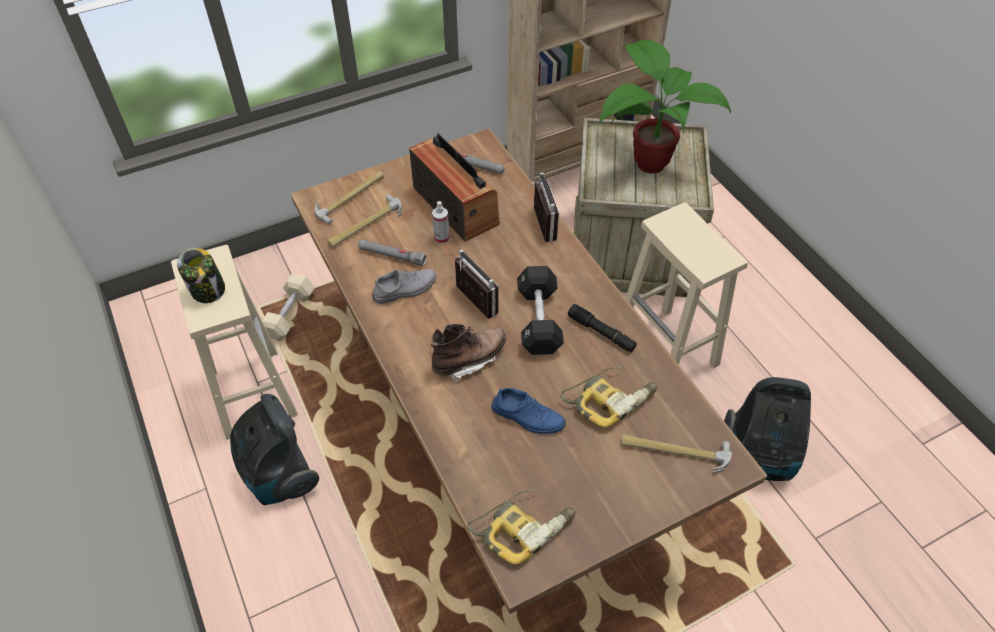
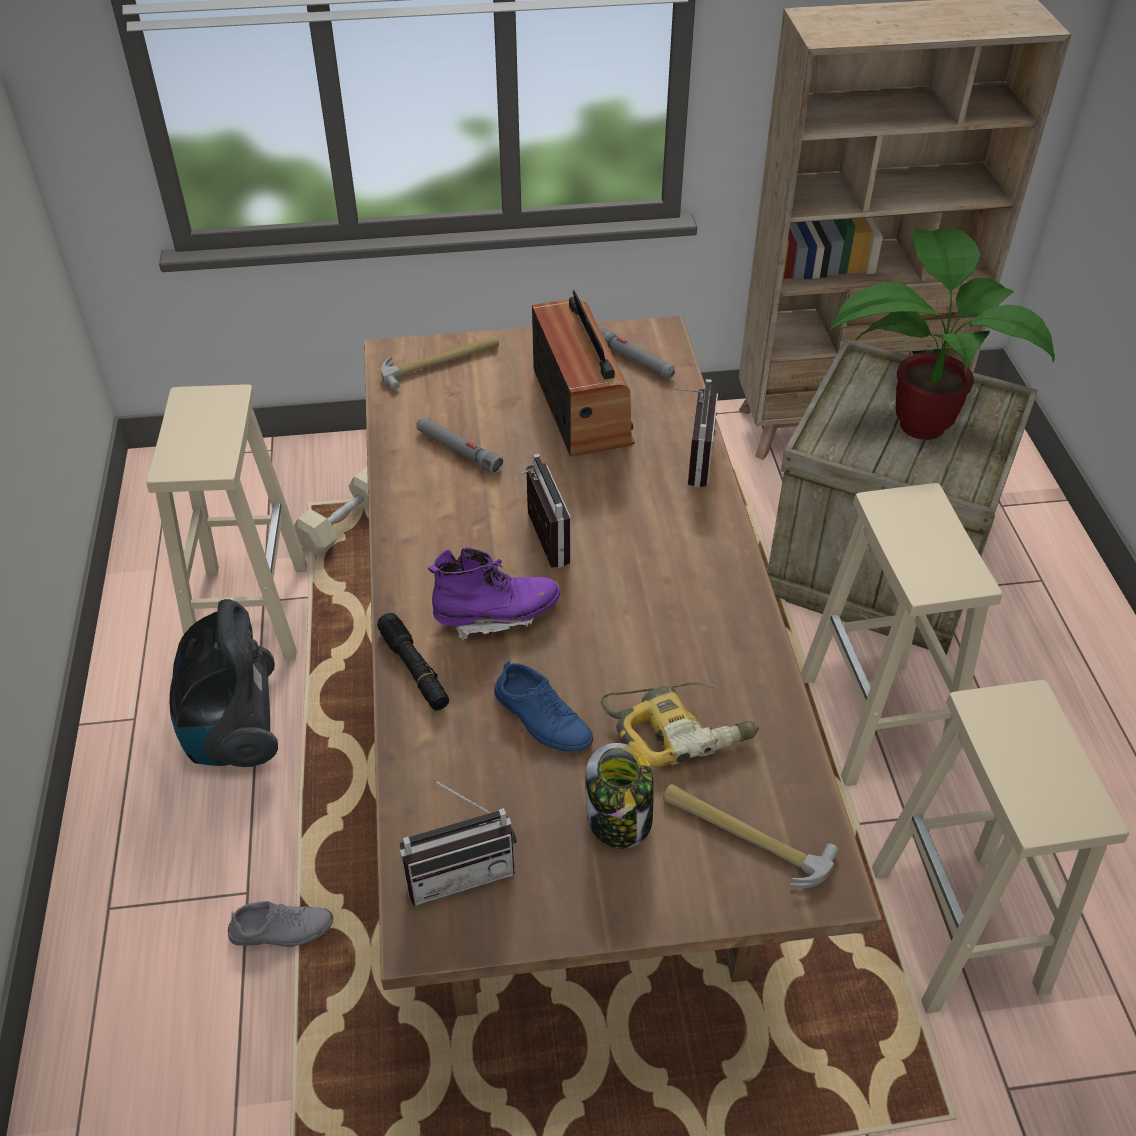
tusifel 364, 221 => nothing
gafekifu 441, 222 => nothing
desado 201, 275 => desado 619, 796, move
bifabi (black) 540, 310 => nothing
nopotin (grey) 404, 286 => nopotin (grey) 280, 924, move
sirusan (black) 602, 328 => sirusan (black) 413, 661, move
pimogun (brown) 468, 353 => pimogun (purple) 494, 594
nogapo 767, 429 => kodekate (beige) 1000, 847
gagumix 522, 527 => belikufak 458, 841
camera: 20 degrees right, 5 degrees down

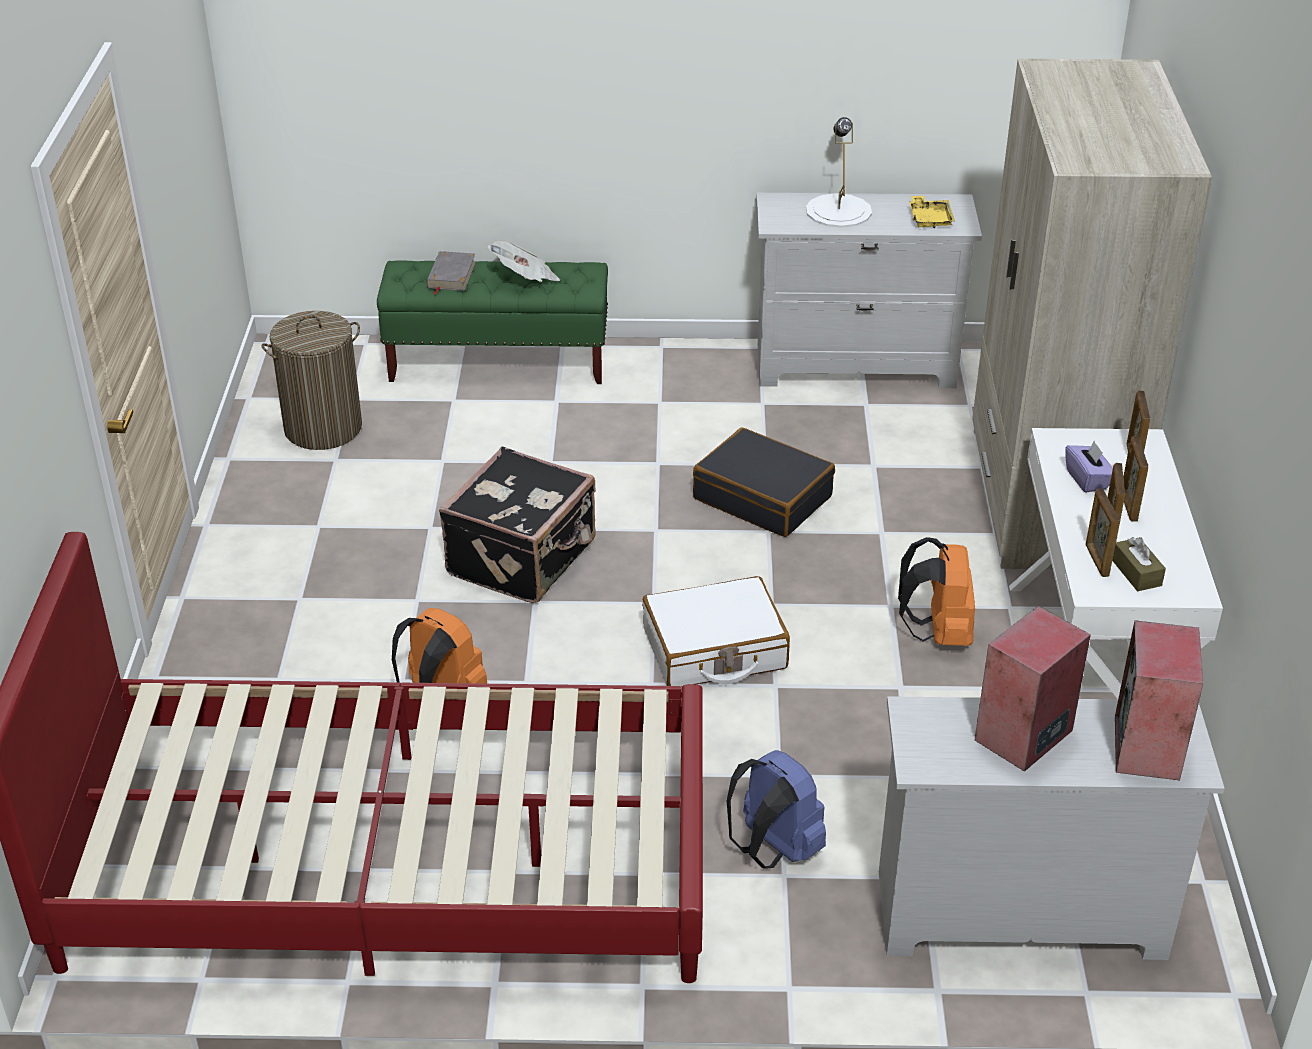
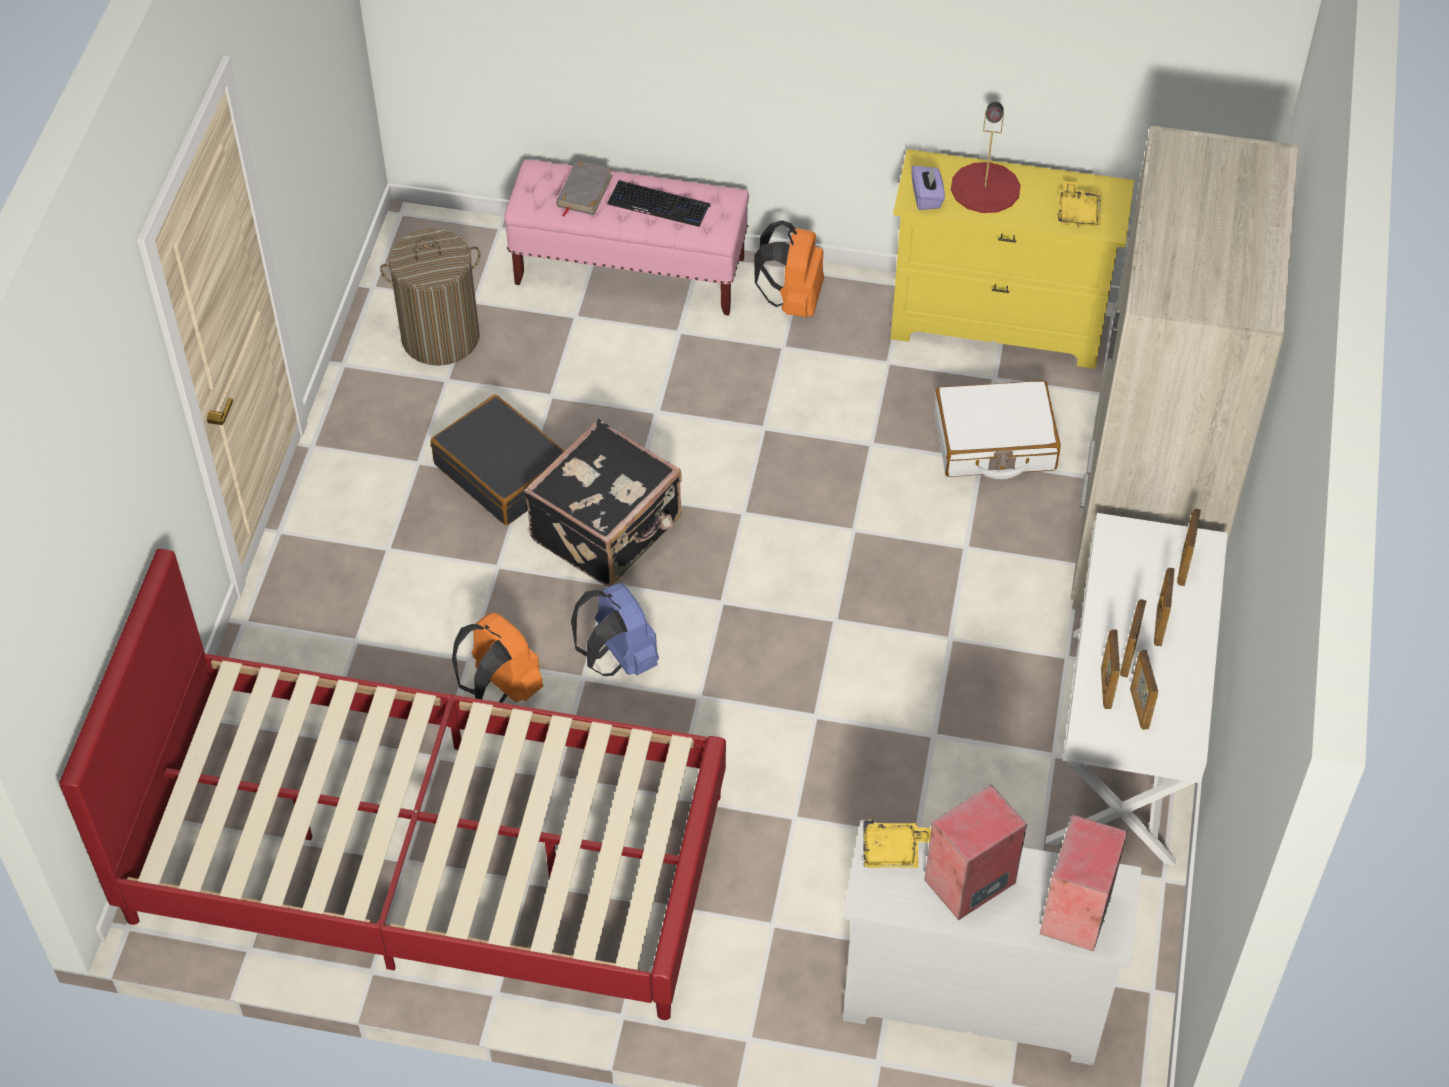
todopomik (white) 839, 172 => todopomik (red) 986, 157
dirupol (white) 869, 290 => dirupol (yellow) 1012, 259
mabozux 523, 261 => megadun 659, 203
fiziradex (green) 492, 322 => fiziradex (pink) 626, 237
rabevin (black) 764, 482 => rabevin (black) 497, 459, move
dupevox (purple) 1089, 467 => dupevox (purple) 928, 187, move
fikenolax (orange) 936, 591 => fikenolax (orange) 789, 268, move
dupevox (brown) 1139, 564 => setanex 1144, 690
rabevin (white) 716, 631 => rabevin (white) 997, 429, move
fikenolax (blue) 776, 809 => fikenolax (blue) 615, 629, move
nothing => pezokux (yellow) 897, 844
camera: 10 degrees right, 15 degrees up

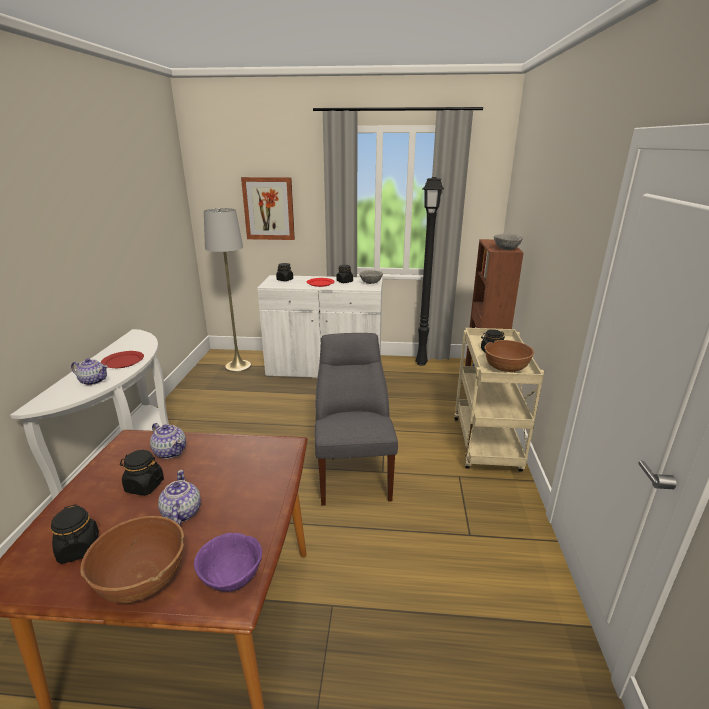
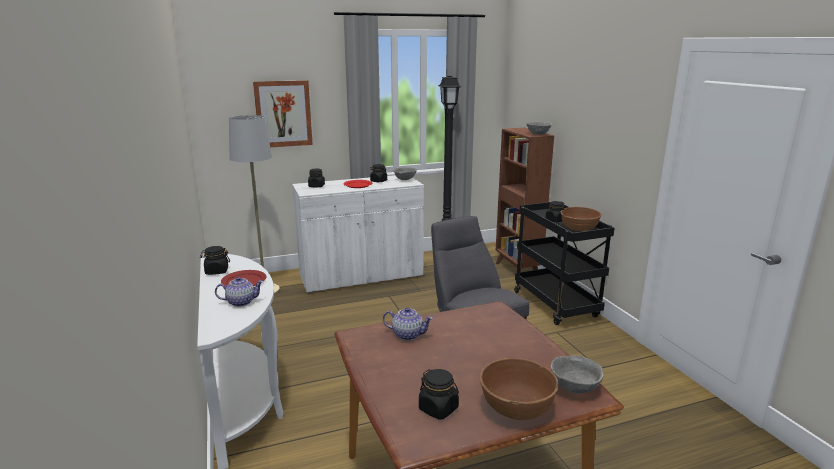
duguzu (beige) 499, 400 => duguzu (black) 564, 263
desado (black) 142, 472 => desado (black) 215, 260, move
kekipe 179, 497 => nothing
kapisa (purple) 228, 562 => kapisa (grey) 577, 374
camera: 25 degrees left, 5 degrees down

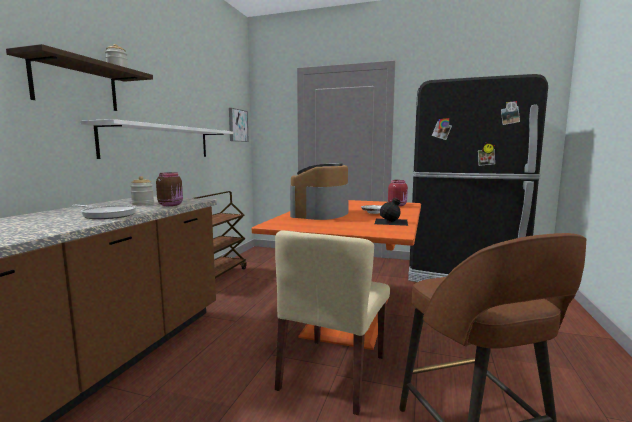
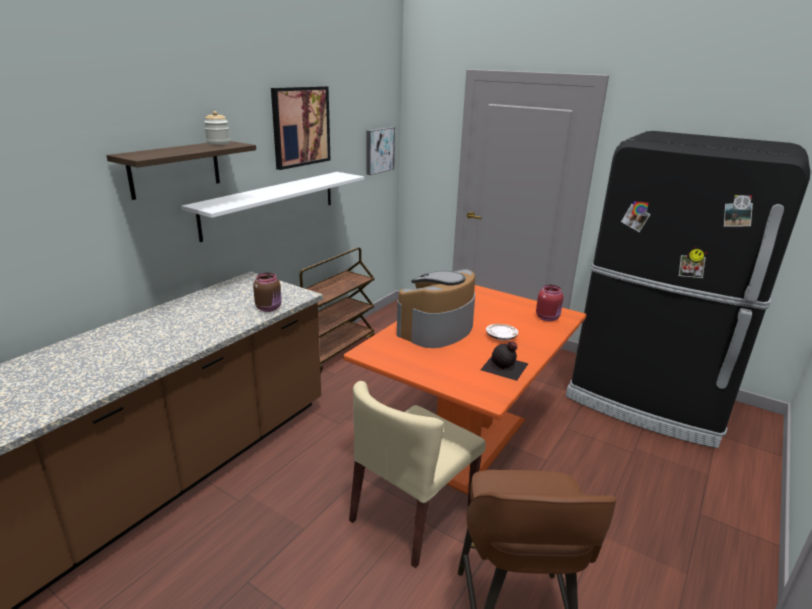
desado 142, 190 => nothing
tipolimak 104, 212 => nothing
nothing => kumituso 300, 128
camera: 15 degrees right, 15 degrees up

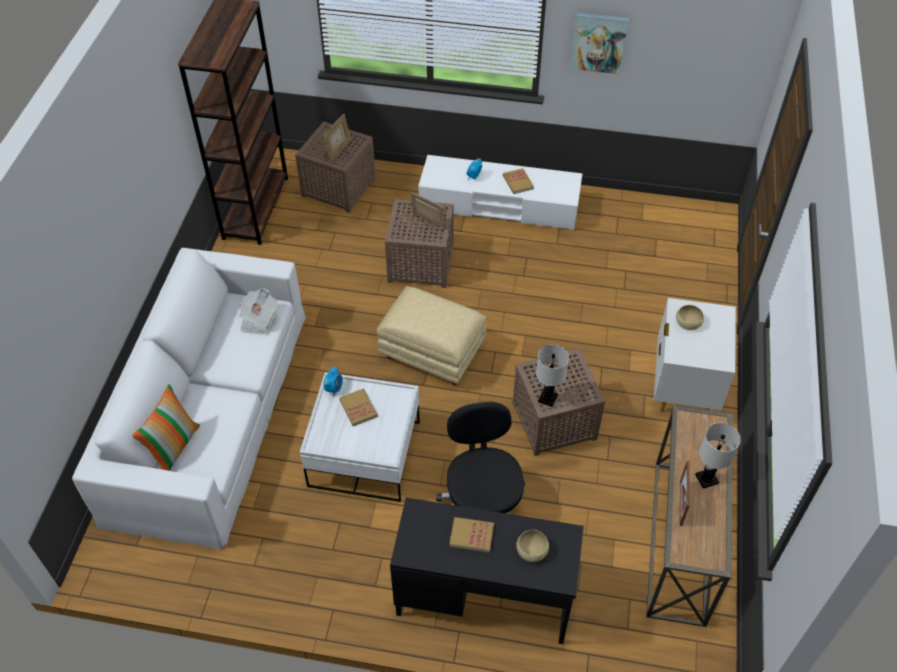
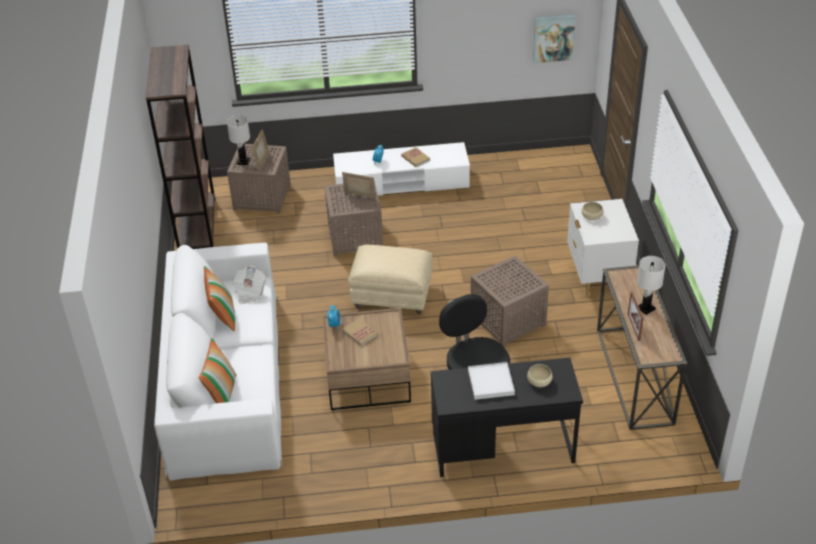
kumituso 599, 43 => kumituso 554, 38, move
todopomik (white) 552, 375 => todopomik (white) 238, 140, move
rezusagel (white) 360, 437 => rezusagel (brown) 366, 359
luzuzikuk 471, 535 => pezokux (white) 491, 381
nothing => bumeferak 219, 299
camera: 15 degrees left, 10 degrees down

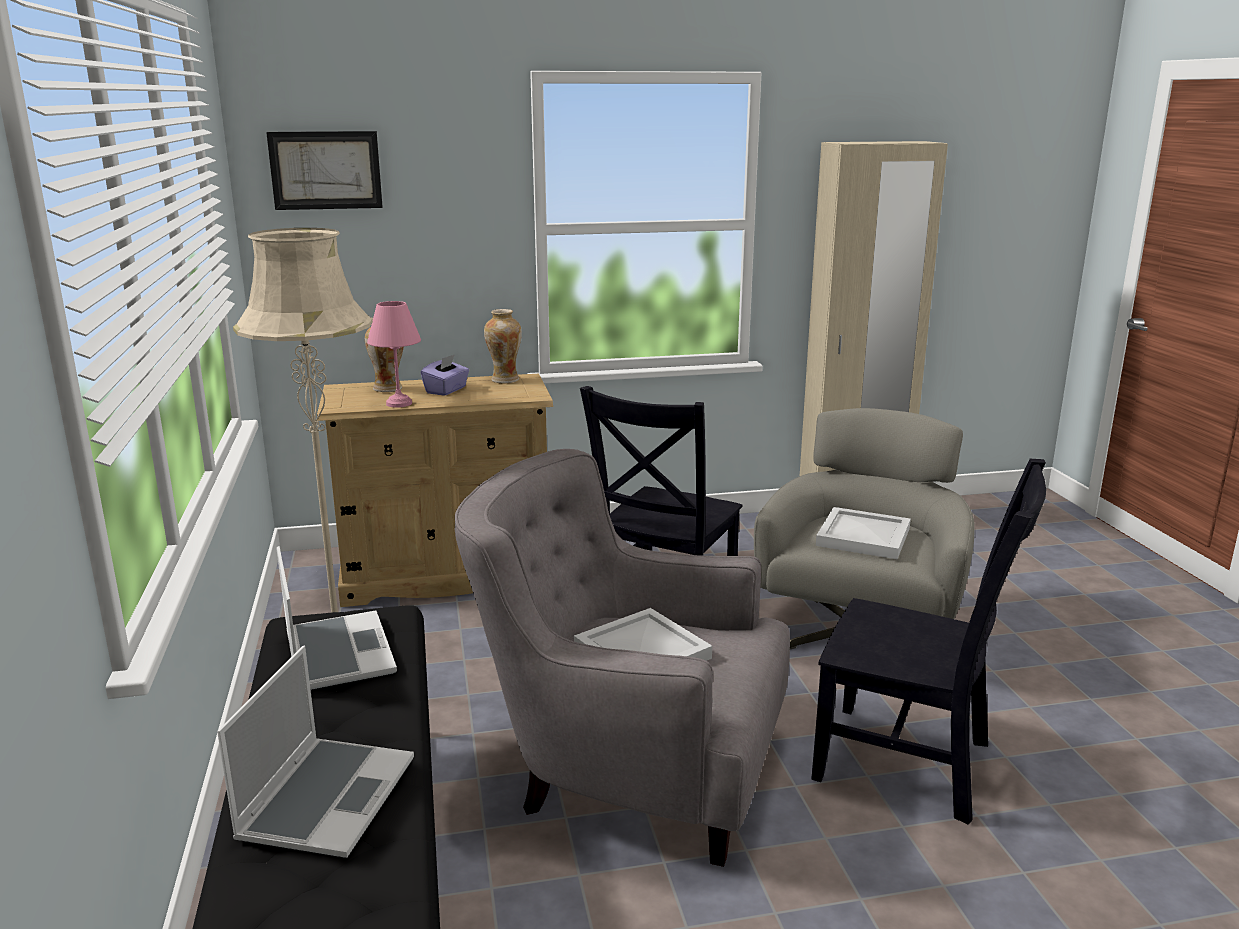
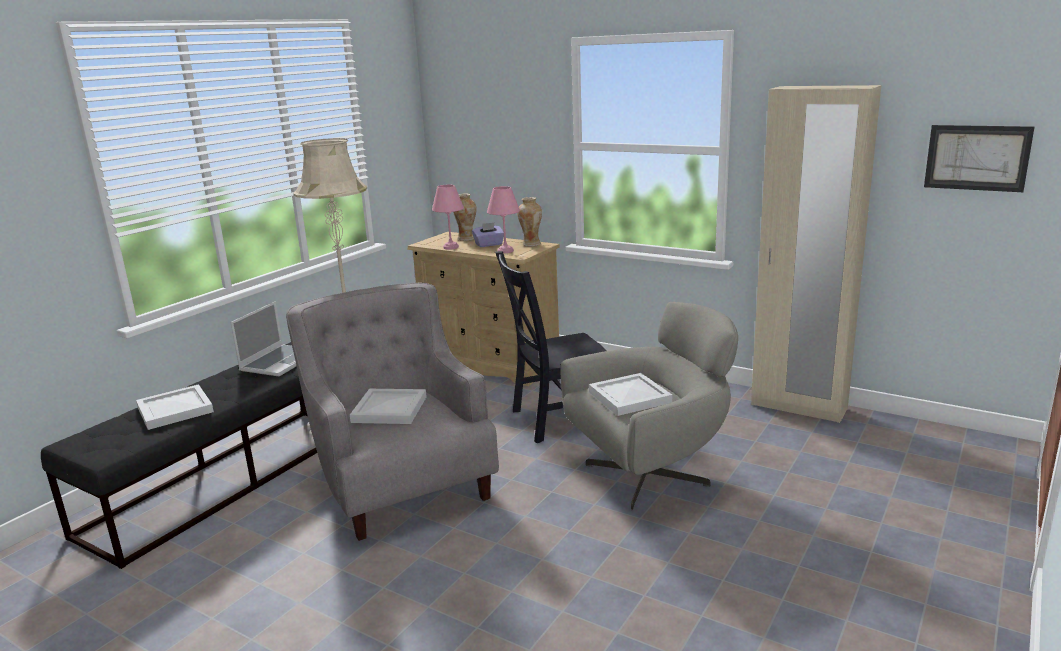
kumituso 324, 170 => kumituso 979, 158, move
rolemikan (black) 928, 642 => nothing
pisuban 315, 752 => pezokux (white) 175, 407
nothing => todopomik (pink) 503, 219
camera: 45 degrees right, 0 degrees up

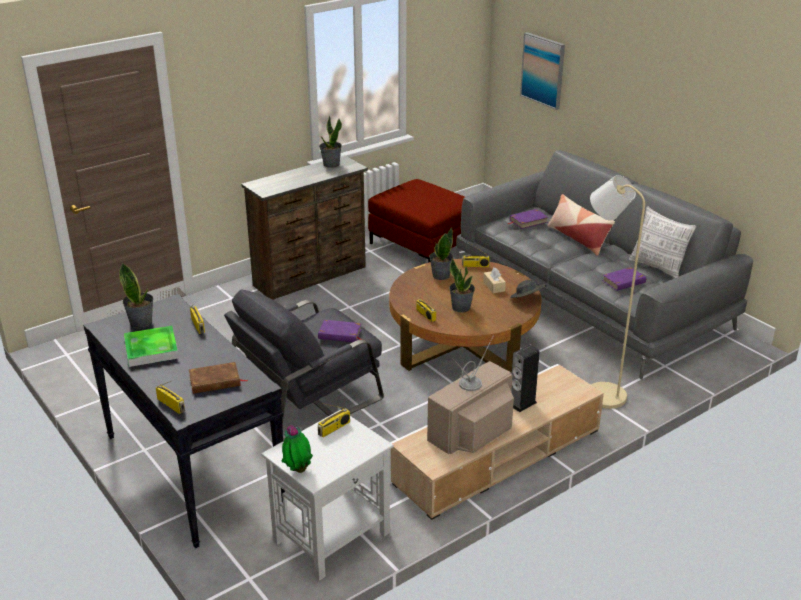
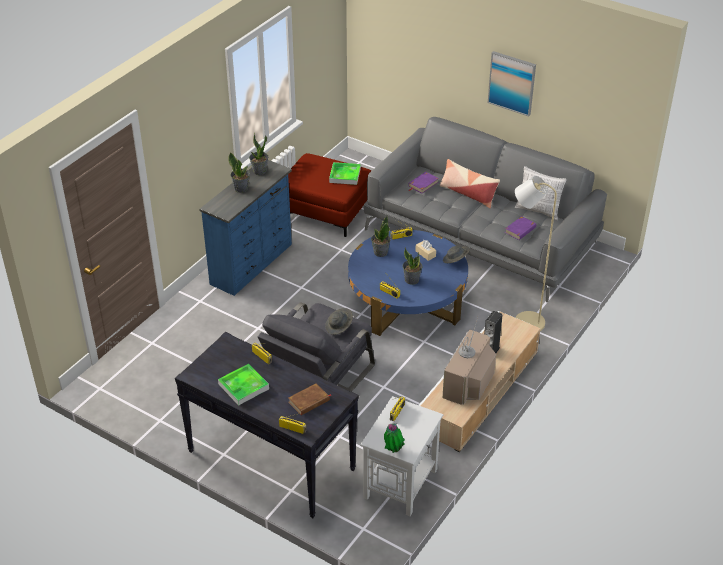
kumituso 542, 71 => kumituso 512, 84, move
dirupol (brown) 304, 227 => dirupol (blue) 245, 228
rezusagel (brown) 465, 316 => rezusagel (blue) 408, 283
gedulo 136, 296 => gedulo 239, 173, move
luzuzikuk (purple) 340, 331 => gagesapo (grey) 339, 321
nothing => pezokux 345, 173
camera: 20 degrees left, 10 degrees up

